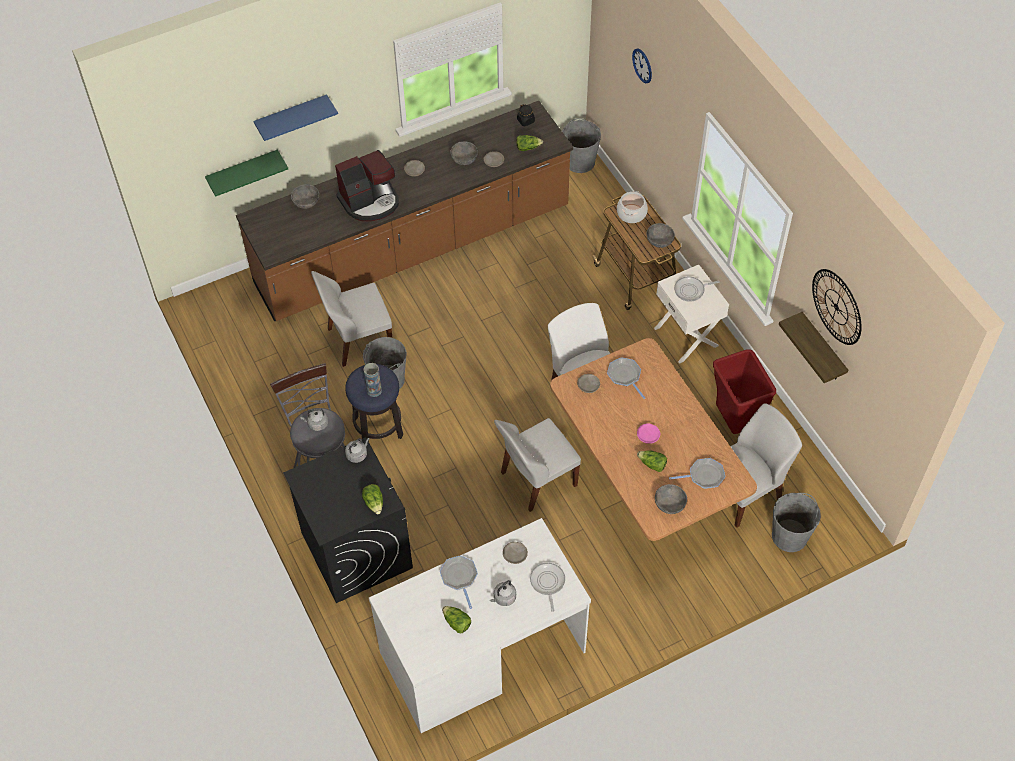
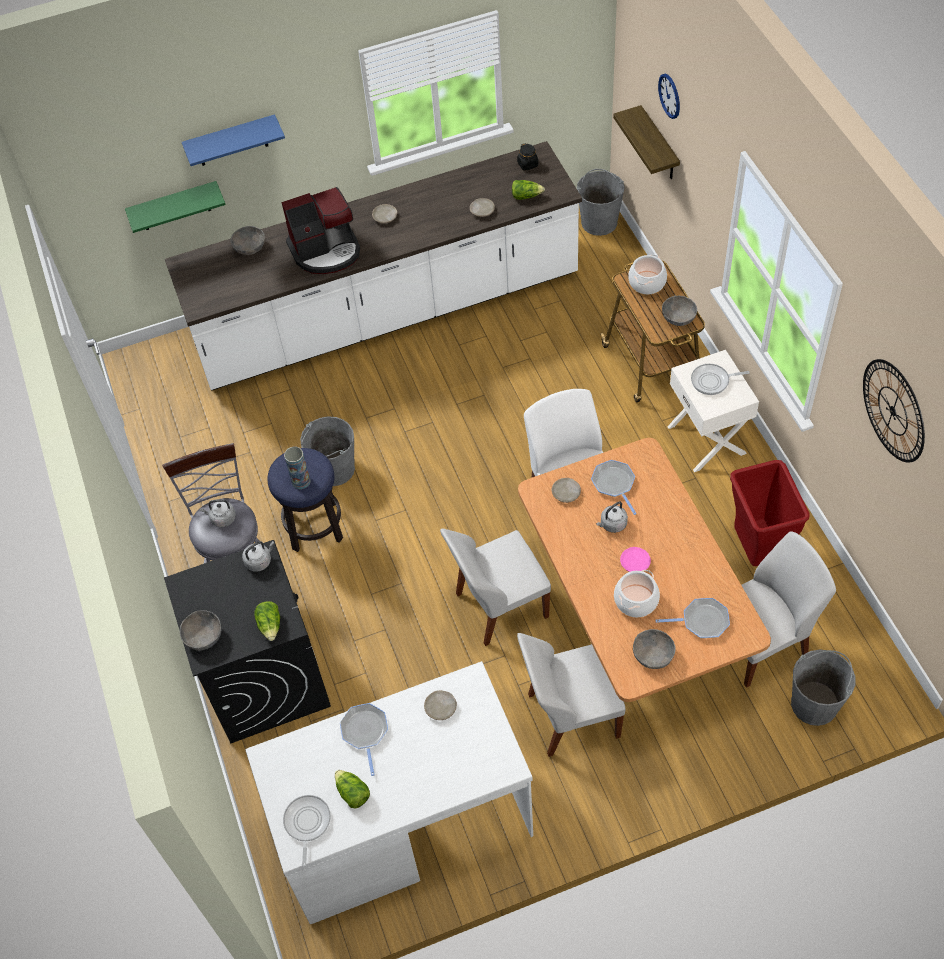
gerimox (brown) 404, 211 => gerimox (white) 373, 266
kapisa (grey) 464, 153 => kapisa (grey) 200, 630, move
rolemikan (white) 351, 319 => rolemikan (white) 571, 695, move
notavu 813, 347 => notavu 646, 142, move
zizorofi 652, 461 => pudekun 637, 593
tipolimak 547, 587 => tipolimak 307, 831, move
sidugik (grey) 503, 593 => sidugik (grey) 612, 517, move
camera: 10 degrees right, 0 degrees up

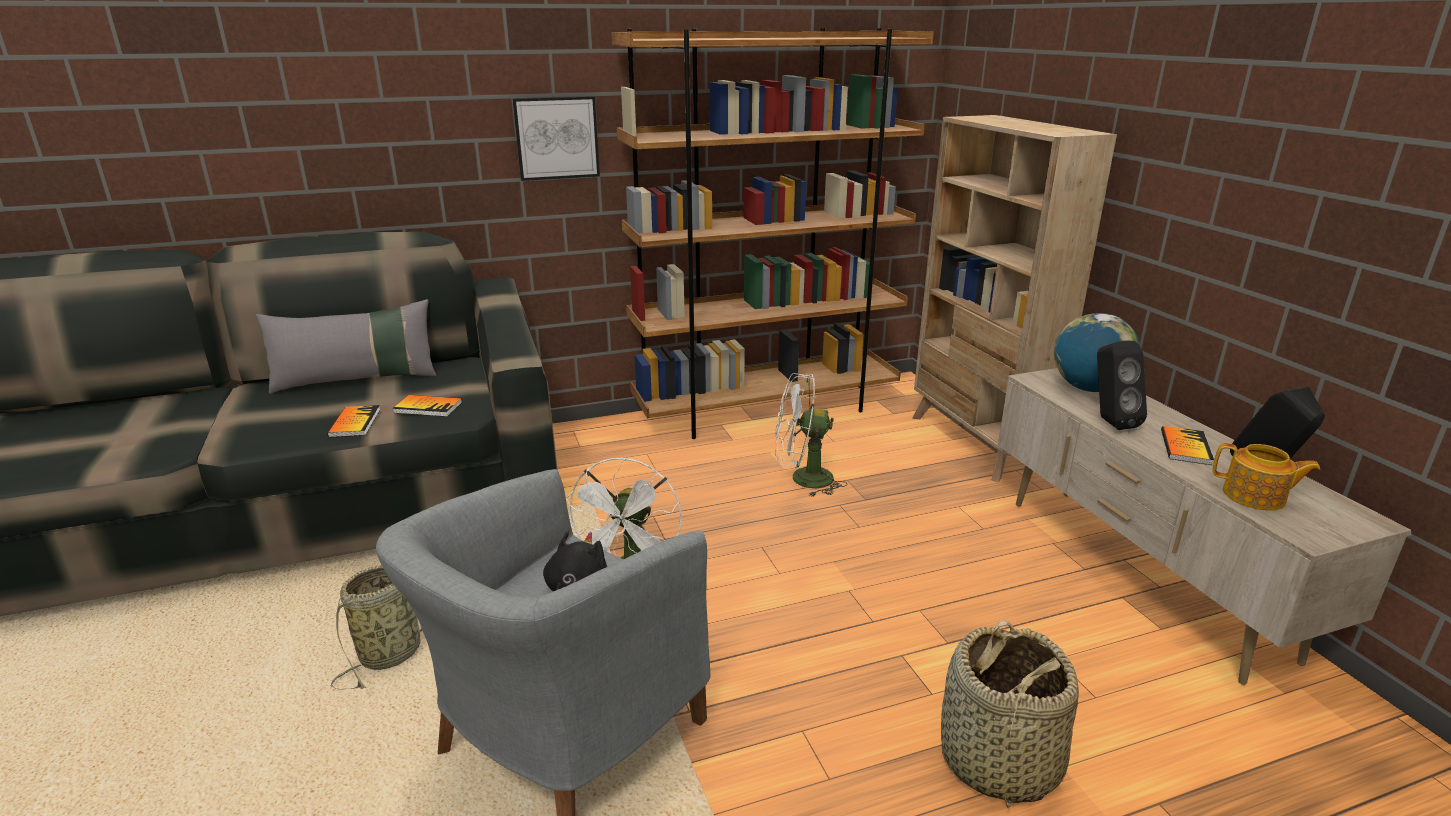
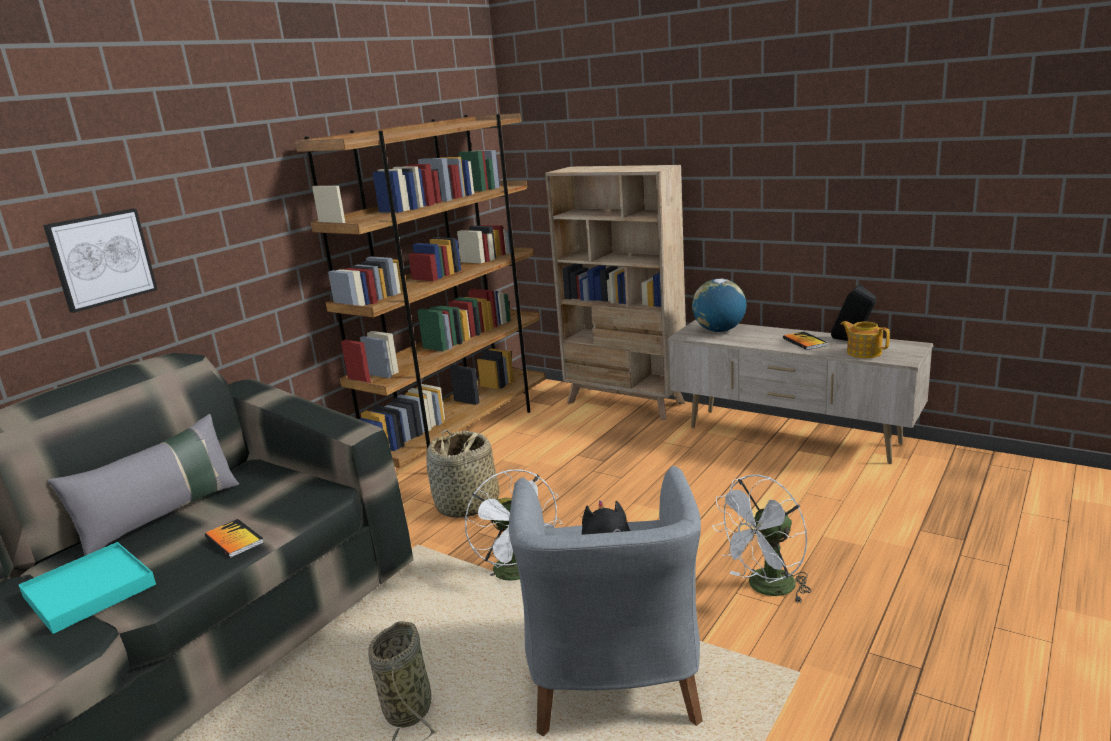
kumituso 556, 138 => kumituso 100, 261, move
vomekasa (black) 1122, 385 => nothing
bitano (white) 811, 435 => bitano (white) 761, 538, move
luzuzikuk 427, 406 => nothing
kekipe 1267, 477 => kekipe 865, 339, 120 degrees counterclockwise
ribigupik 1010, 714 => ribigupik 462, 474, move
nothing => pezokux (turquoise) 87, 588
camera: 35 degrees left, 5 degrees down

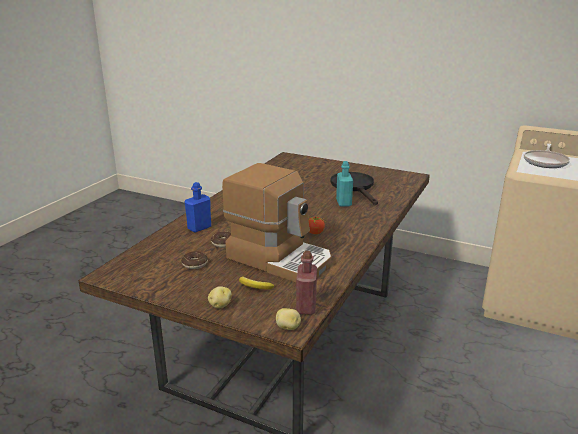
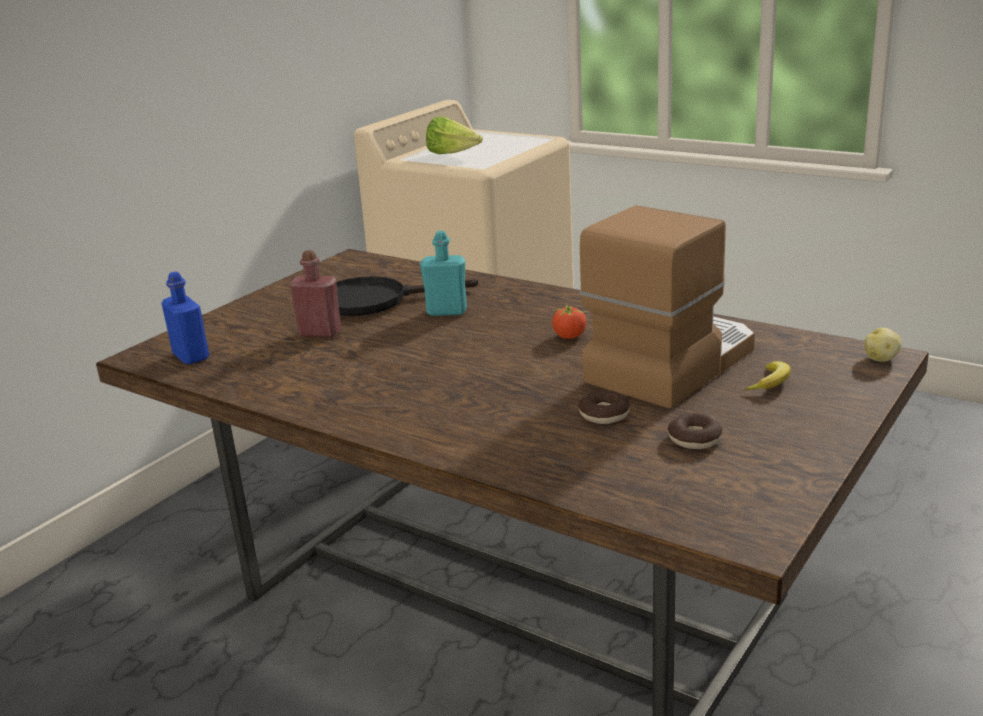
tipolimak 547, 156 => zizorofi 454, 135
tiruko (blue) 198, 207 => tiruko (blue) 185, 318, move
tiruko (red) 306, 283 => tiruko (red) 315, 294, move
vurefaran 220, 297 => nothing
camera: 80 degrees left, 0 degrees up

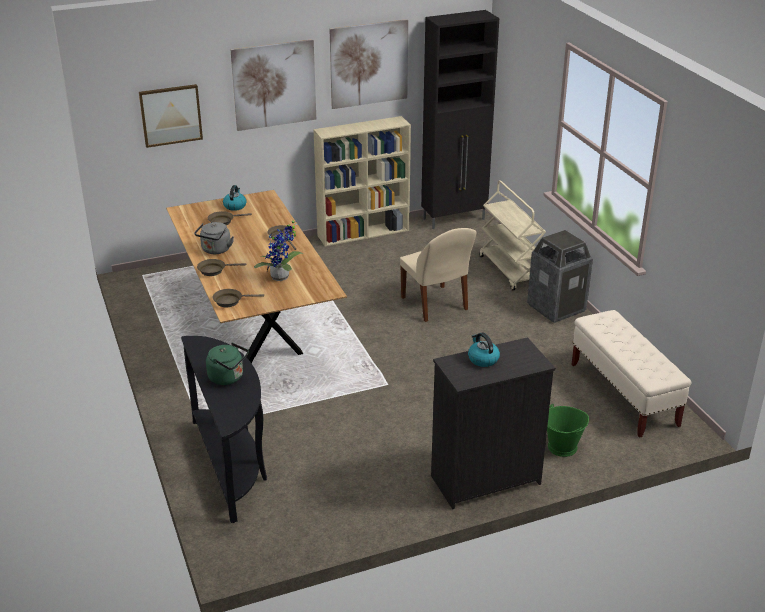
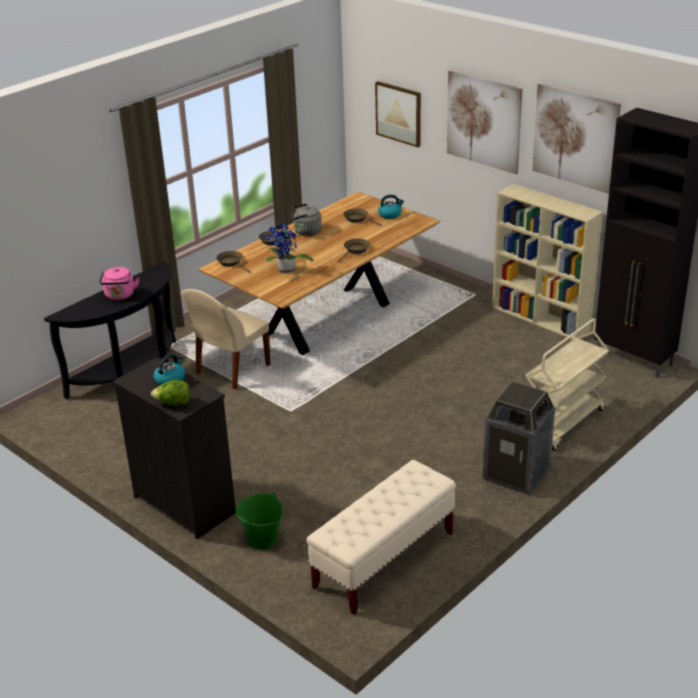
rolemikan (beige) 438, 275 => rolemikan (beige) 226, 339, move
sidugik (green) 227, 363 => sidugik (pink) 119, 283
nothing => zizorofi 170, 393
camera: 65 degrees right, 0 degrees up

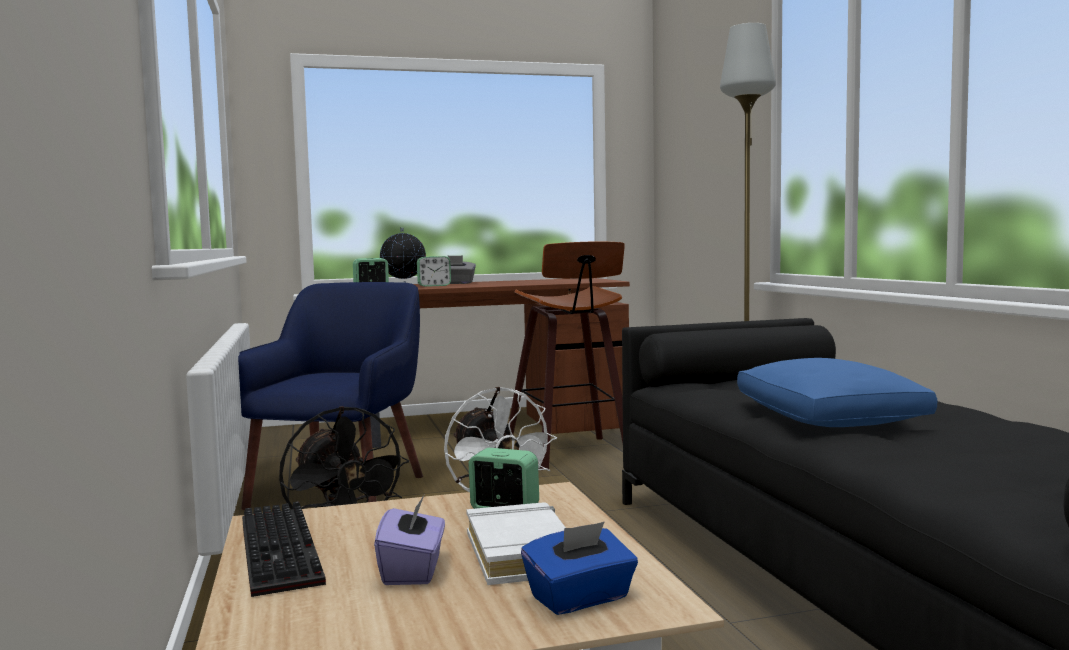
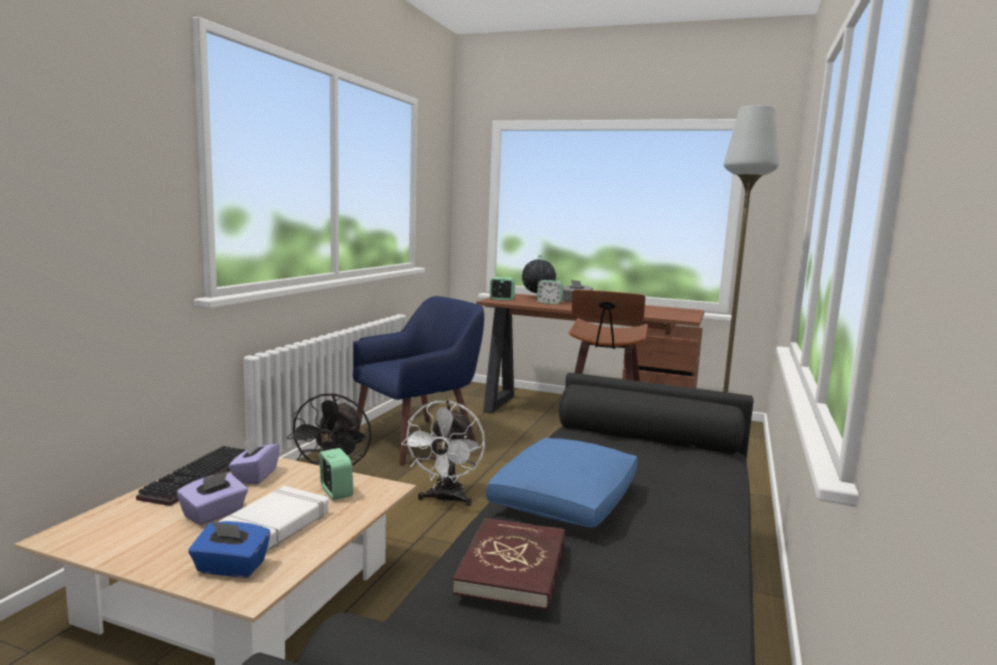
nothing => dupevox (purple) 254, 460
nothing => luzuzikuk (red) 509, 564
camera: 35 degrees right, 5 degrees up

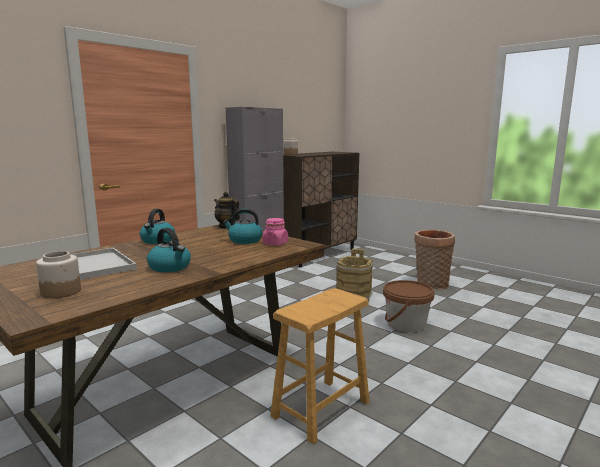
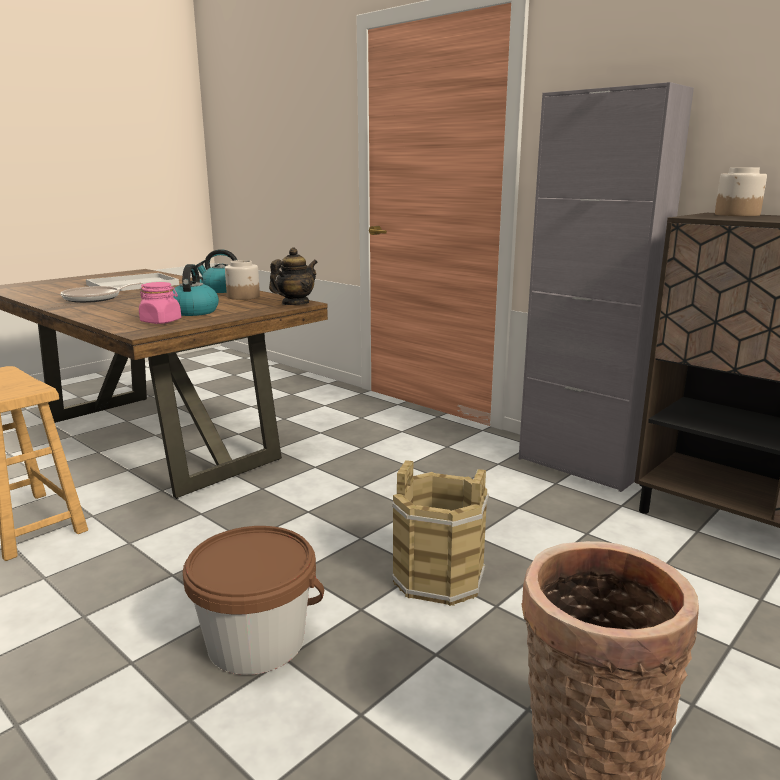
sidugik 169, 250 => tipolimak 102, 292
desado 58, 274 => desado 242, 280, move
camera: 90 degrees right, 5 degrees up

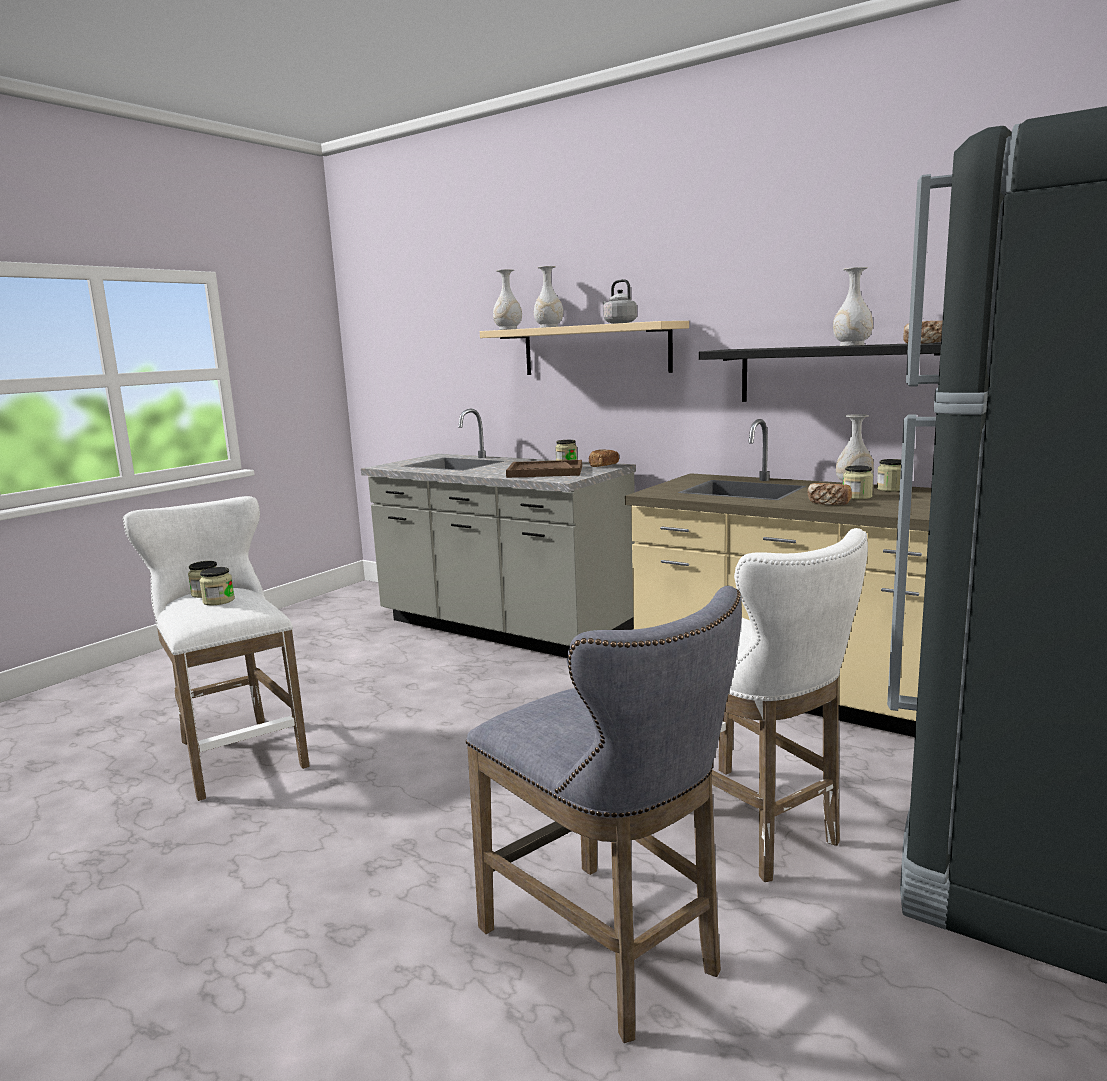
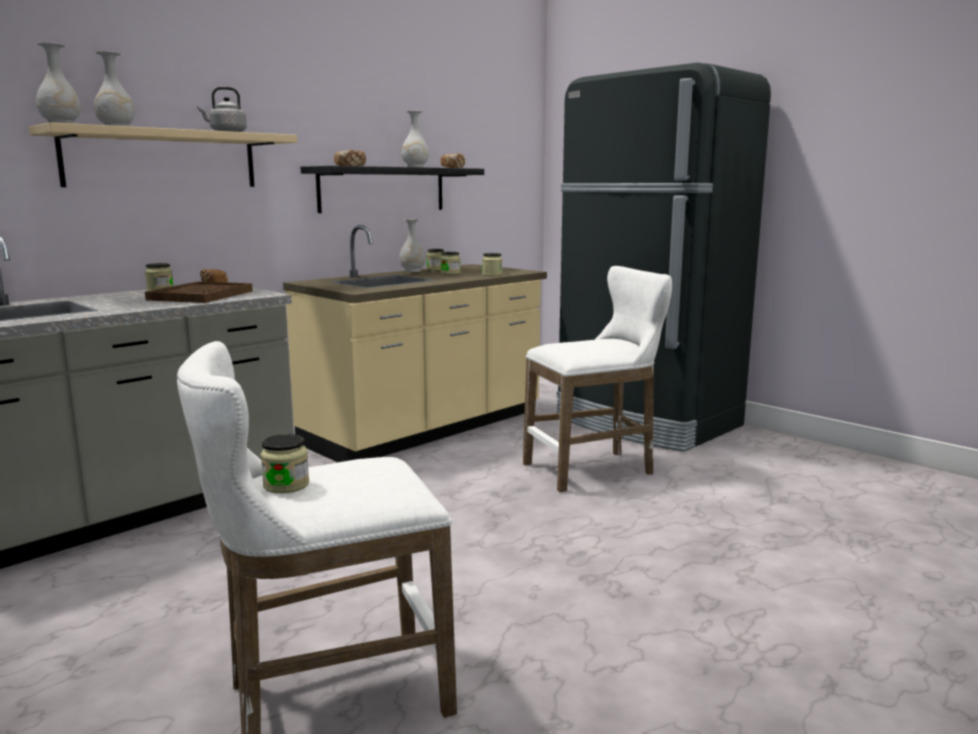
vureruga 830, 494 => vureruga 350, 158, move
desado 217, 586 => desado 492, 264, move
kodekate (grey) 604, 814 => nothing
camera: 80 degrees left, 0 degrees up

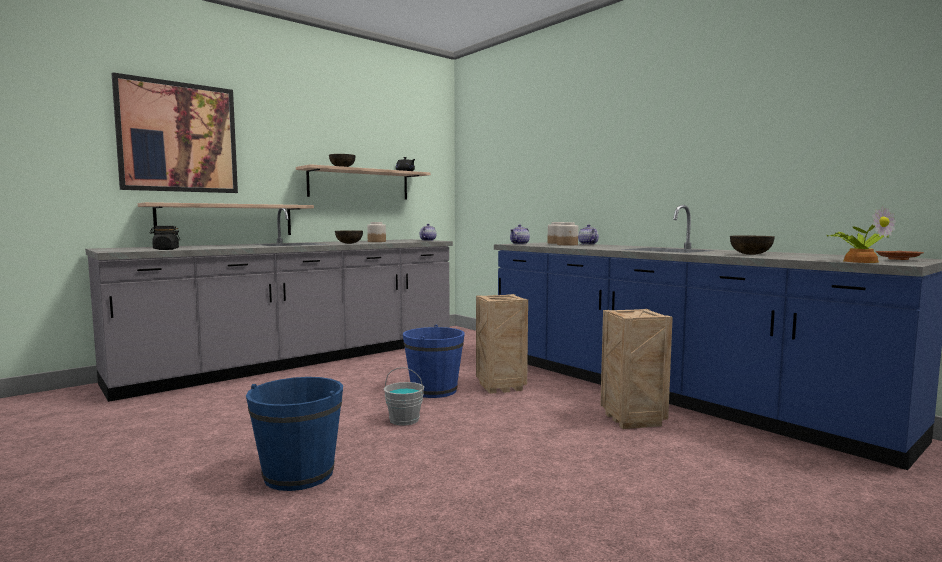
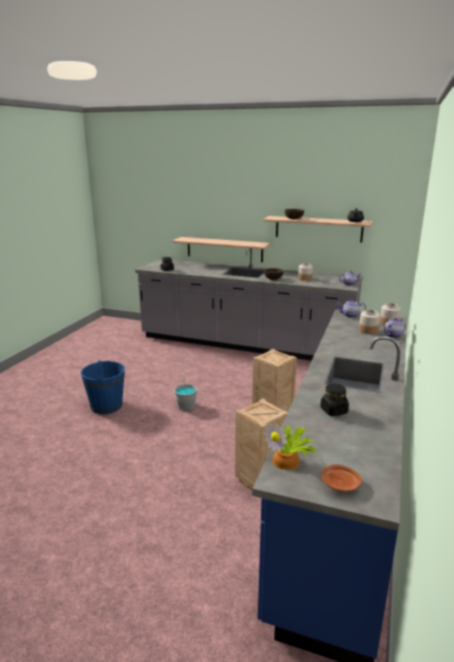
kumituso 175, 132 => nothing
kapisa (brown) 752, 245 => desado (black) 334, 400
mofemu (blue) 434, 361 => nothing
camera: 60 degrees right, 15 degrees up

